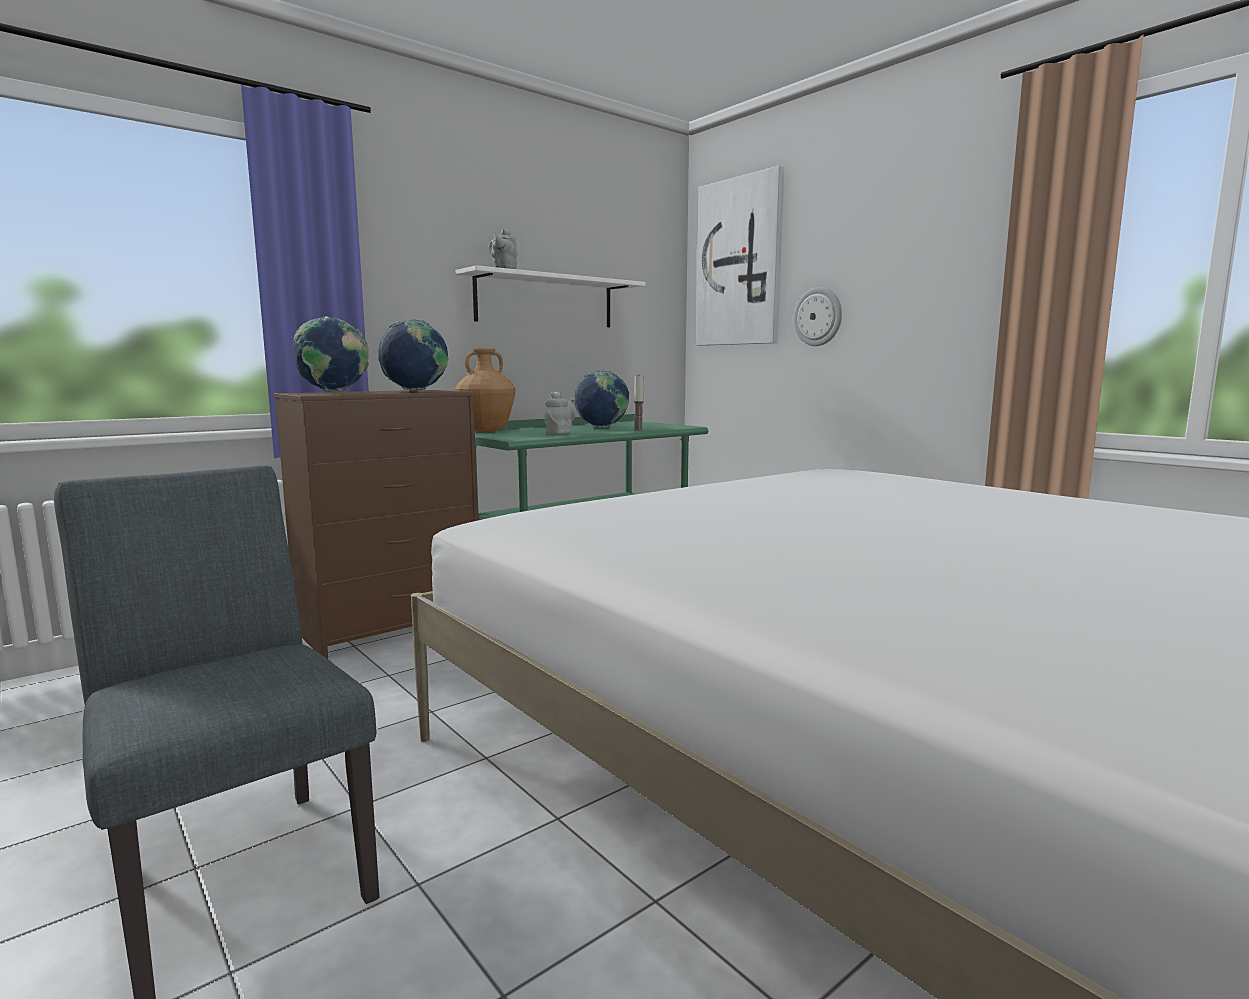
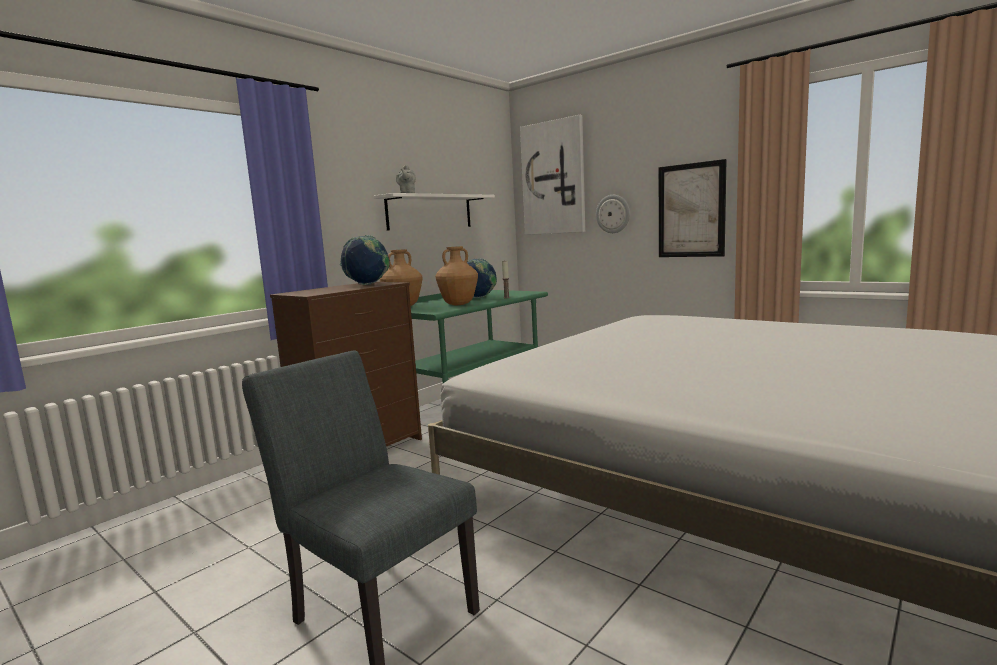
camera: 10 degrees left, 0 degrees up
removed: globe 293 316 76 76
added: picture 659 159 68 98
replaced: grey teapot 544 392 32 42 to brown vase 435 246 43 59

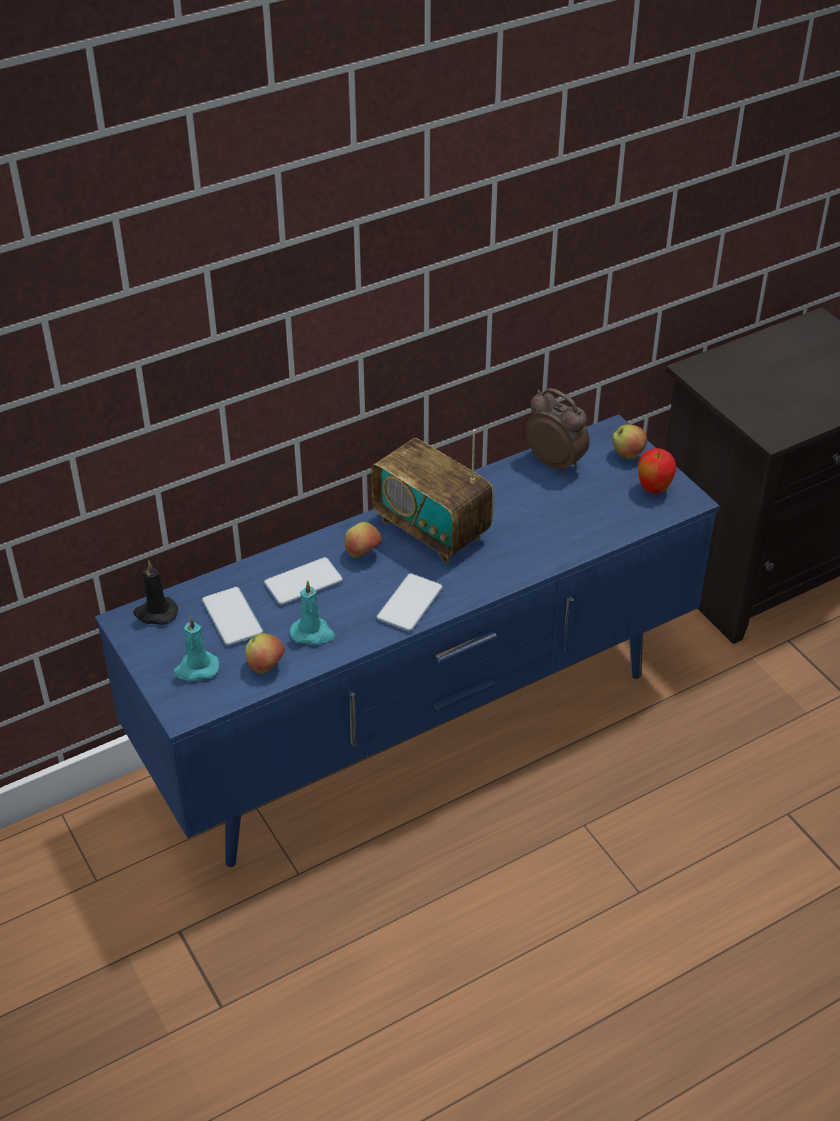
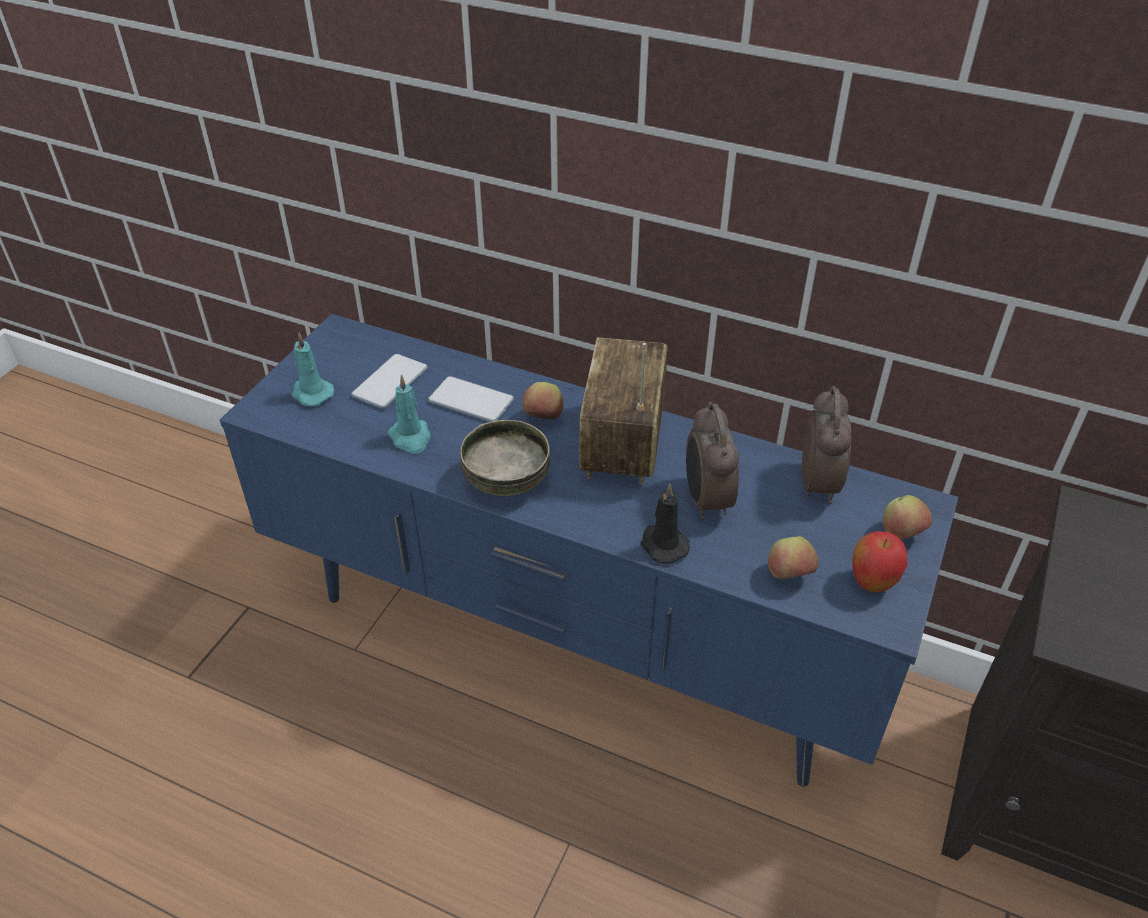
camera: 55 degrees right, 0 degrees up
added: alarm clock 686 402 53 118
moved: black candle 133 561 45 64 to 641 483 49 81; apple 245 633 40 41 to 768 536 50 43
replaced: phone 376 573 67 59 to bowl 460 420 90 76

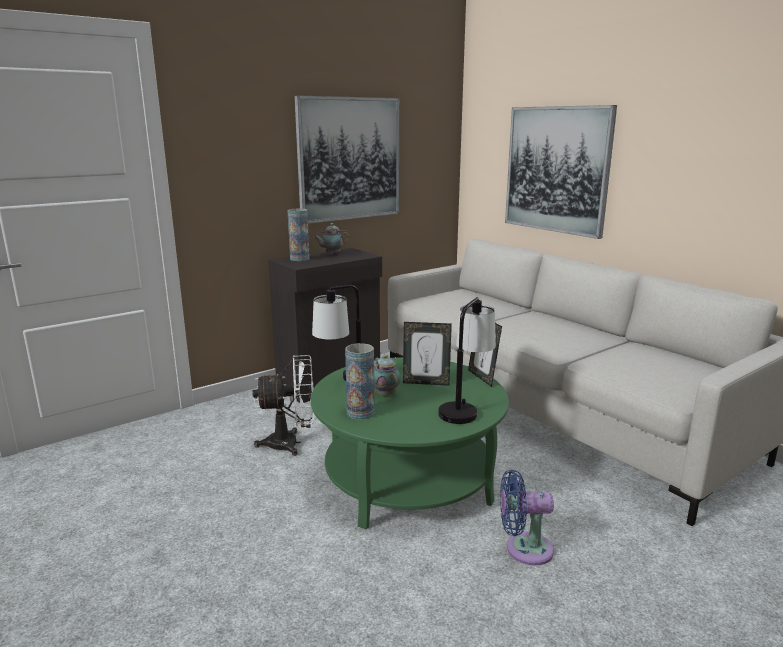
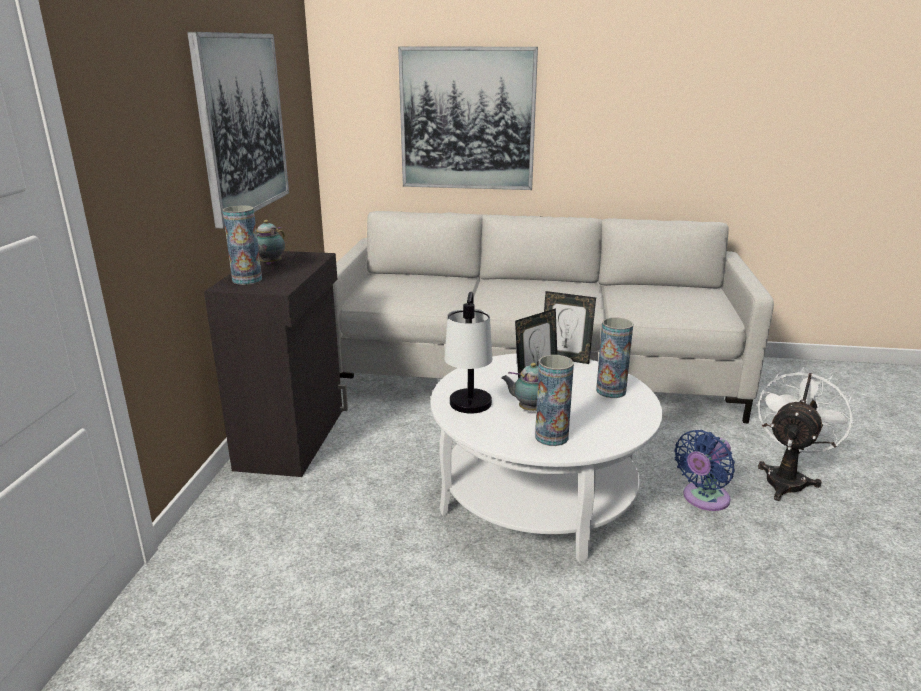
camera: 45 degrees left, 5 degrees up
moved: white fan 252 355 62 101 to 758 367 96 134
replaced: table lamp 438 297 58 127 to vase 596 317 37 81
recoloured: green coffee table 311 357 198 172 to white coffee table 431 353 232 209

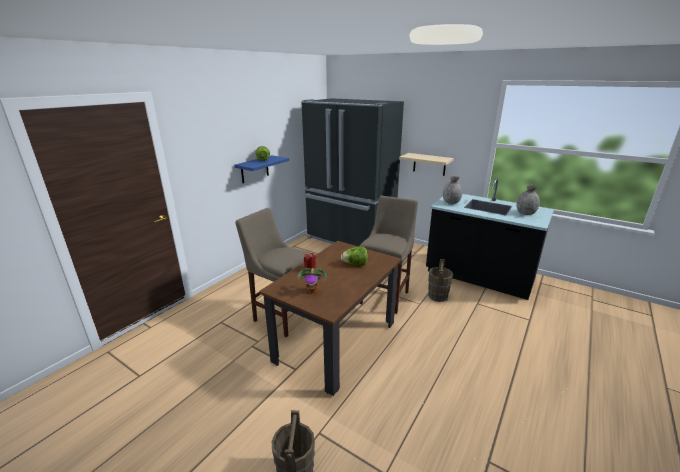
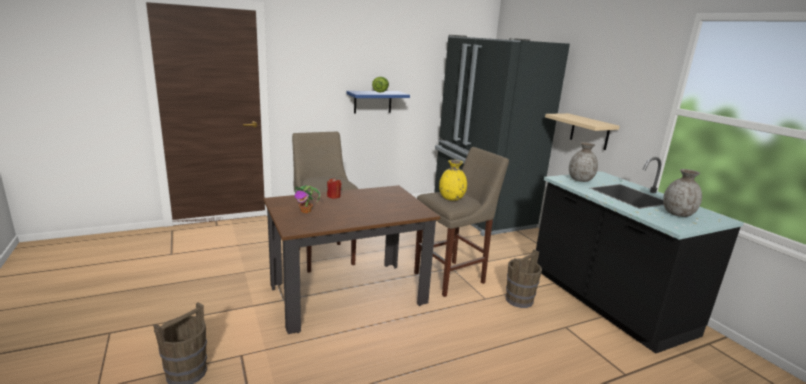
camera: 30 degrees right, 5 degrees down
removed: lettuce 341 246 27 19
added: yellow vase 439 160 28 41

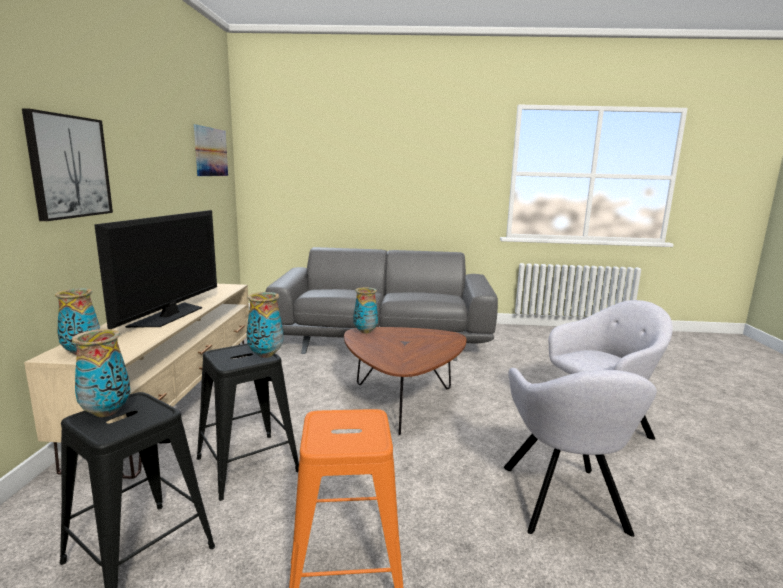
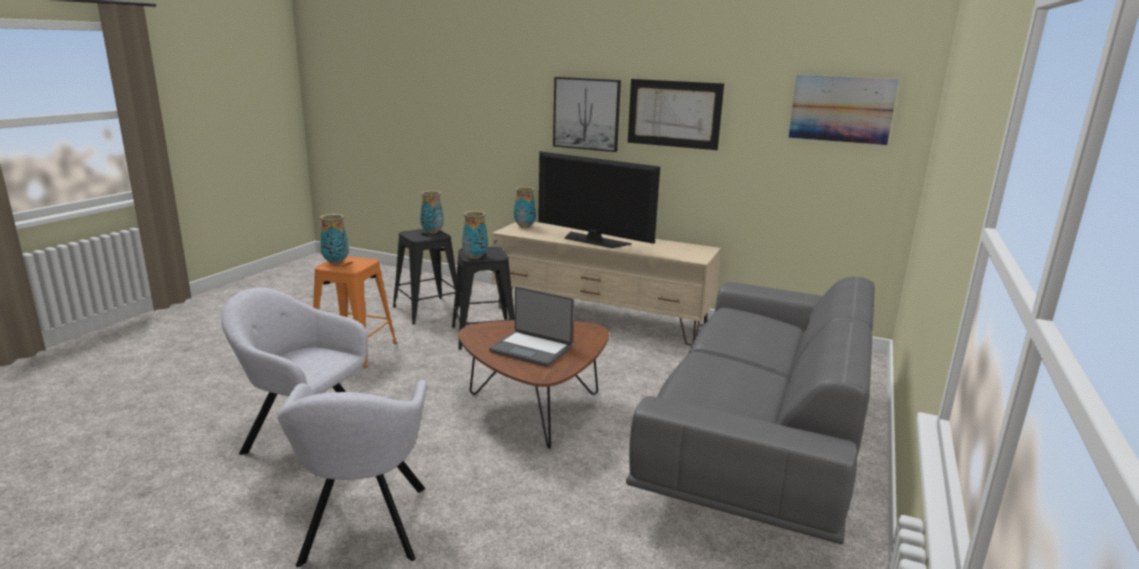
camera: 110 degrees right, 5 degrees up
added: picture 628 79 96 71; laptop 489 286 85 81
moved: vase 353 287 25 46 to 320 214 29 50

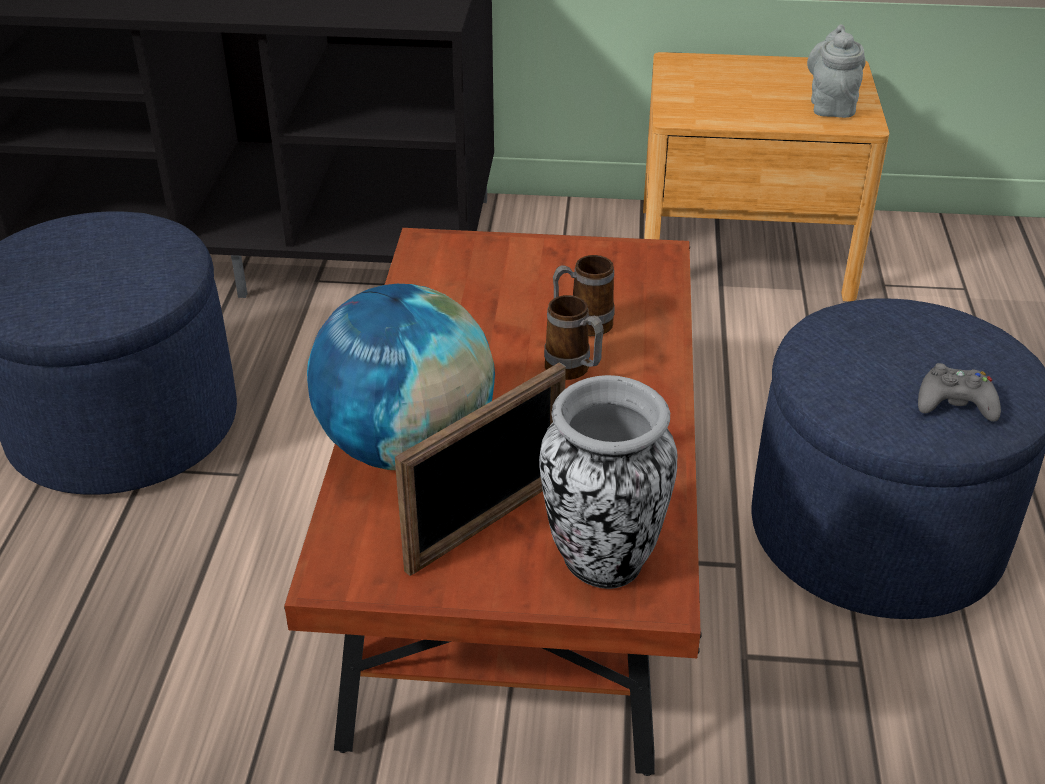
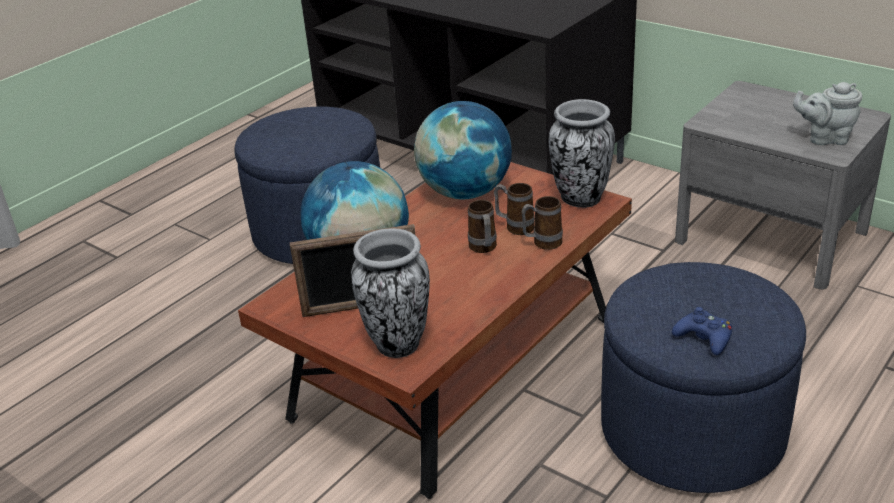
camera: 35 degrees right, 5 degrees down
added: vase 549 99 66 109; globe 414 101 98 99; mug 521 196 42 54
recoloured: brown nightstand 643 52 246 249 to grey nightstand 675 81 216 208; grey game controller 918 363 83 59 to blue game controller 672 307 60 48
turned: grey teapot 807 24 58 94 = 793 82 69 63 120 degrees counterclockwise

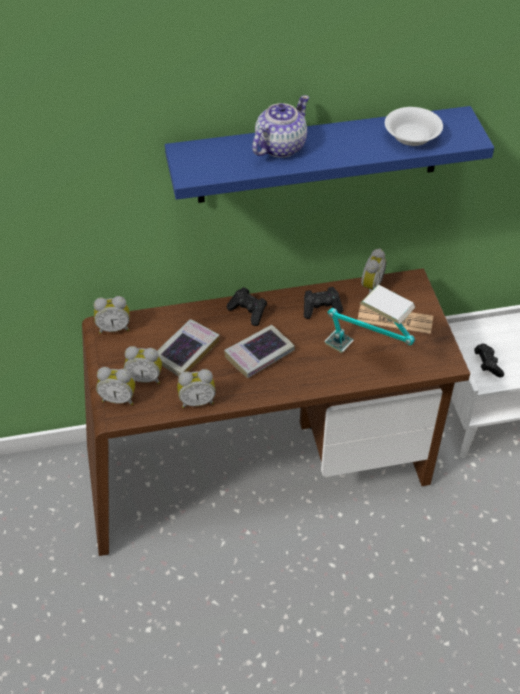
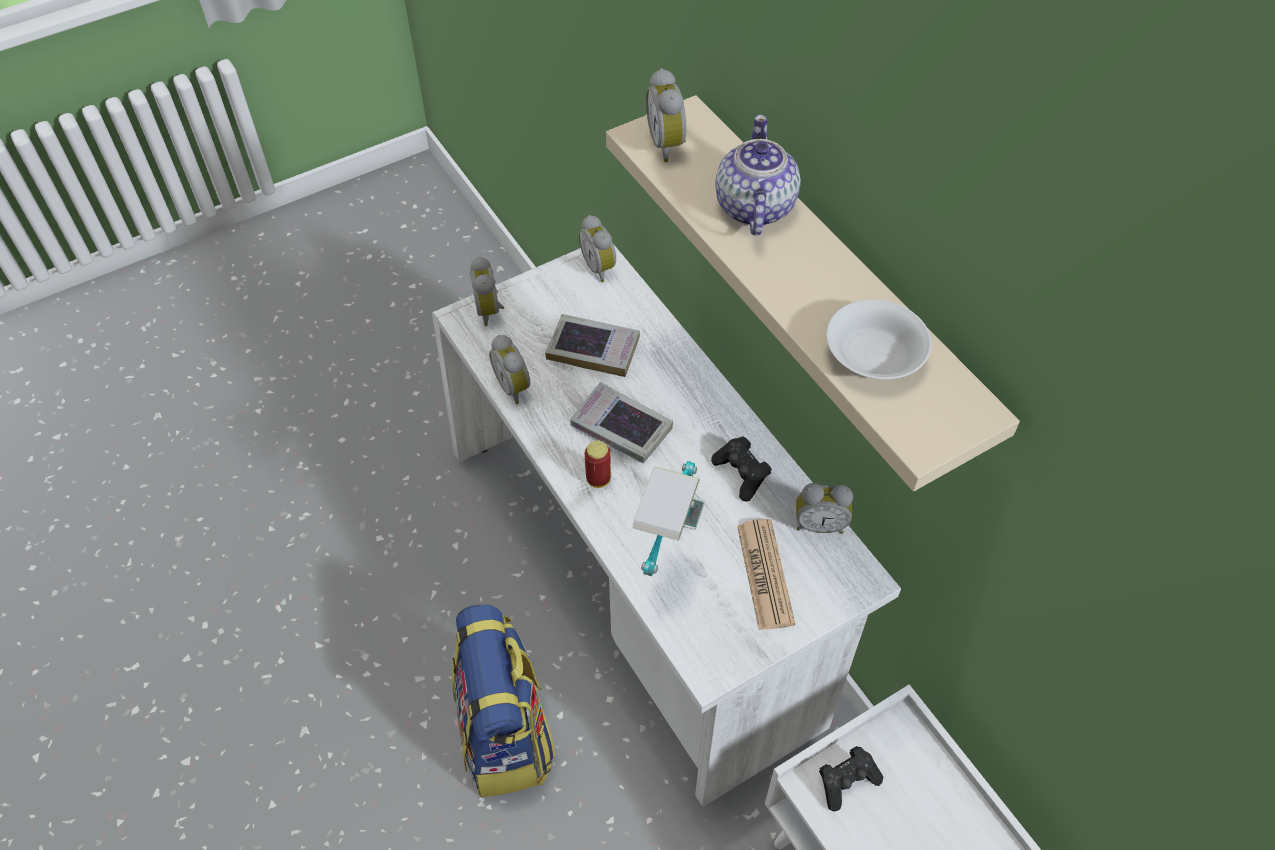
camera: 70 degrees right, 5 degrees up
removed: black game controller 227 287 40 39
added: can 585 441 26 47; backpack 452 604 103 193
moved: alarm clock 124 346 38 38 to 646 68 40 94
recoloured: blue shelf 165 106 329 97 to beige shelf 606 95 414 396; brown desk 82 268 388 288 to white desk 432 244 469 563
turned: teapot 252 95 57 63 = 715 115 86 121 105 degrees counterclockwise

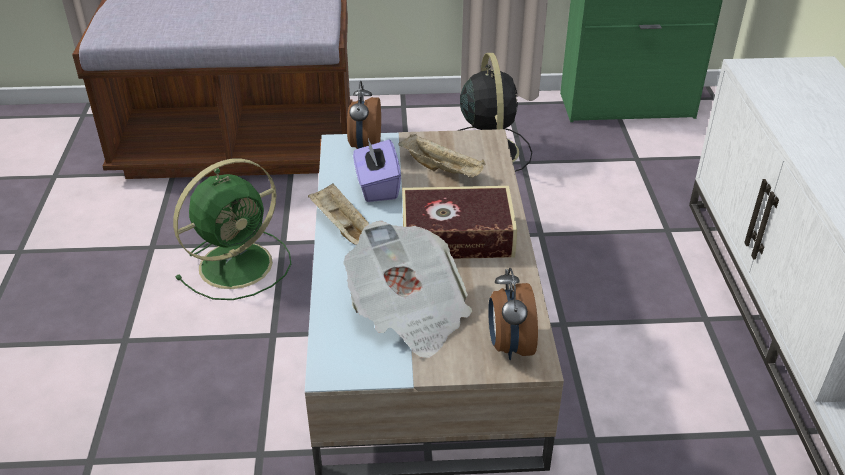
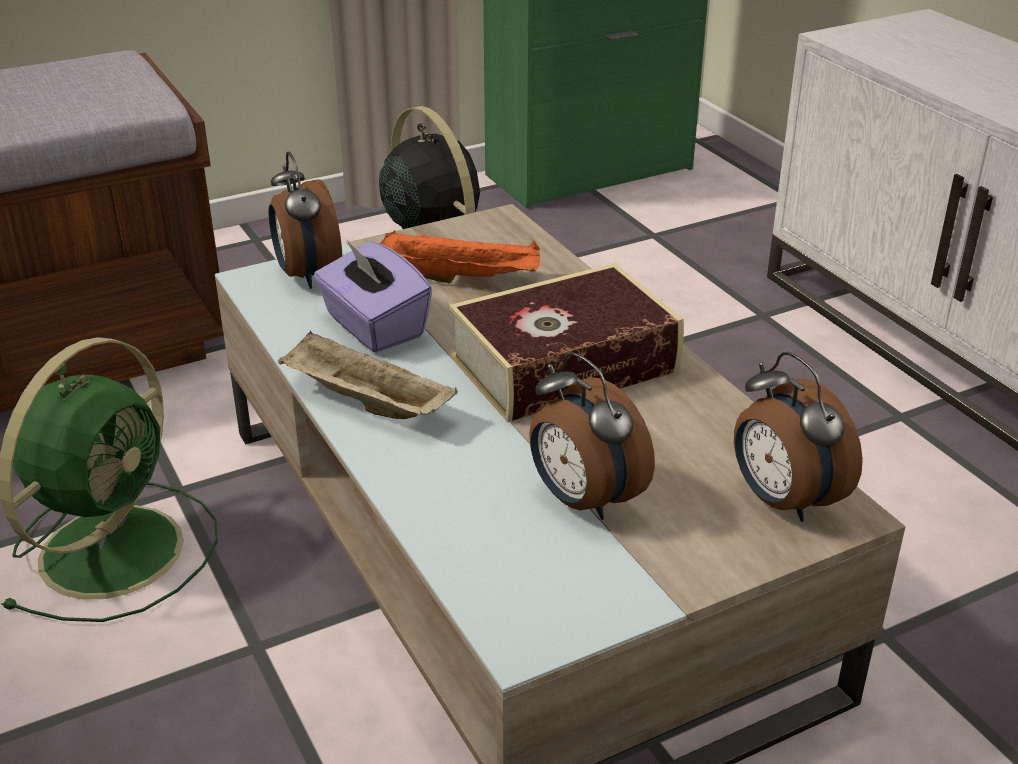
camera: 25 degrees left, 5 degrees down
replaced: newspaper 343 221 129 137 to alarm clock 529 352 126 168
recoloured: beige tray 398 134 88 44 to orange tray 380 231 160 52

